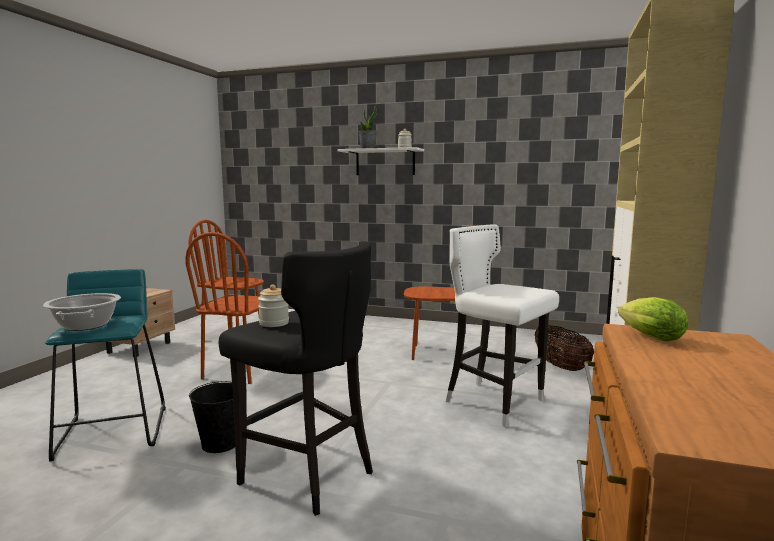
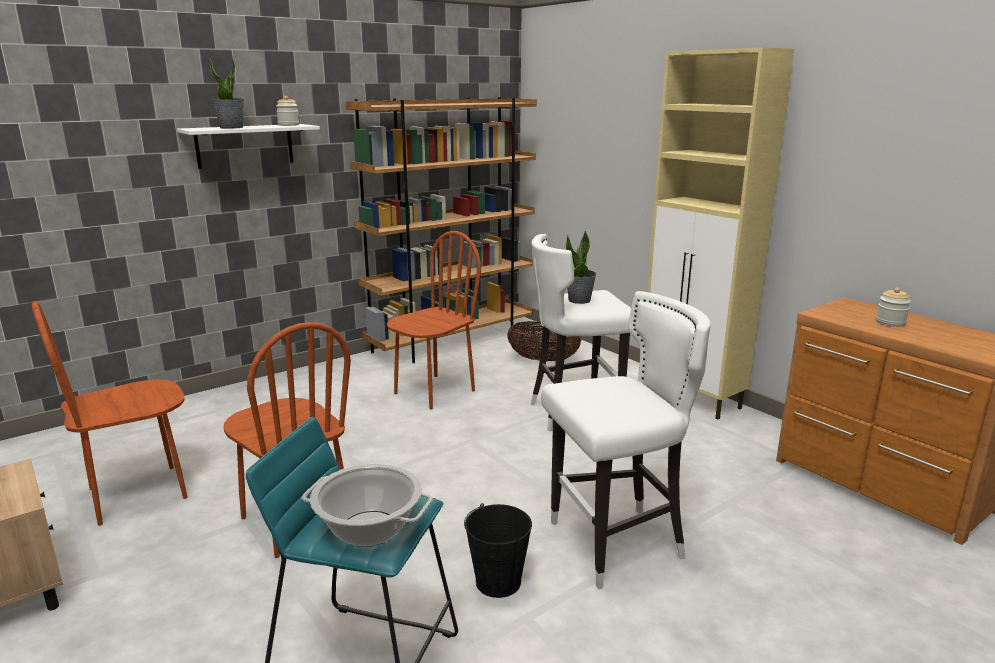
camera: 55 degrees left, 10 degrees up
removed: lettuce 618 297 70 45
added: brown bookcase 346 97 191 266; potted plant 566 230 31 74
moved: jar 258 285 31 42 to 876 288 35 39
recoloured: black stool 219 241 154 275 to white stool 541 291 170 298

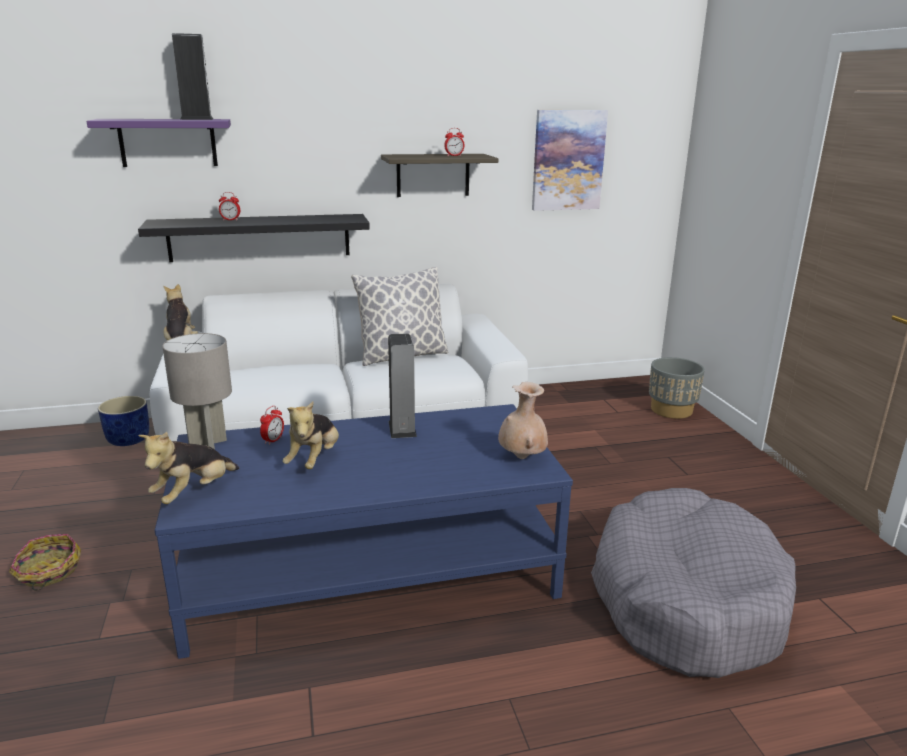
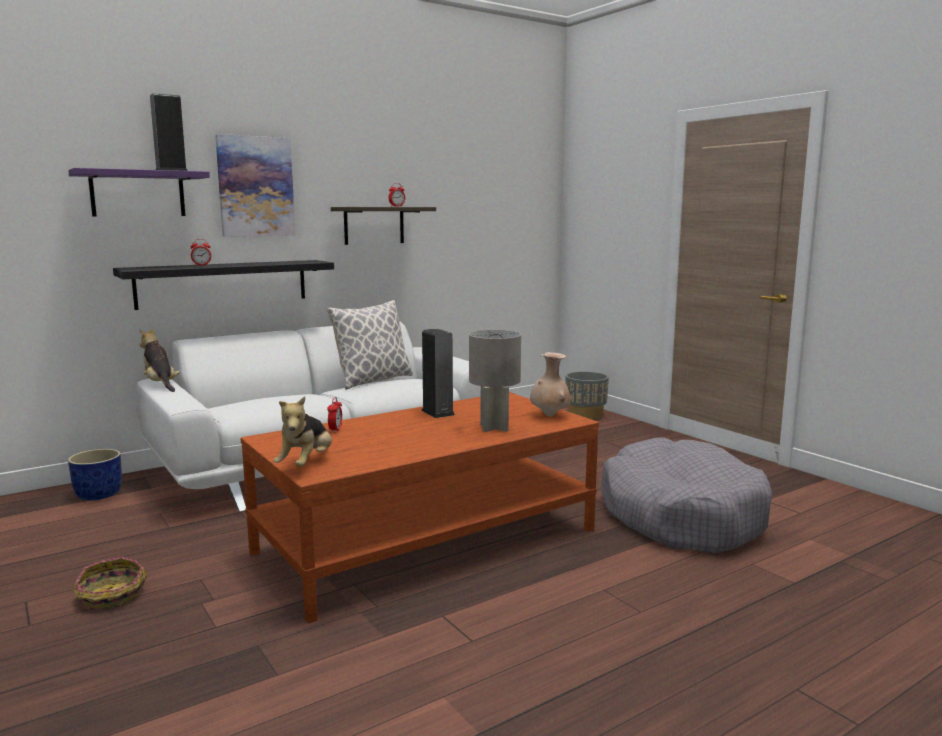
camera: 20 degrees left, 10 degrees down
removed: plush toy 282 402 57 67
moved: picture 532 110 76 101 to 215 134 80 103; grey table lamp 162 333 70 116 to 469 330 52 102
recoloured: blue coffee table 155 404 418 255 to brown coffee table 241 392 358 231

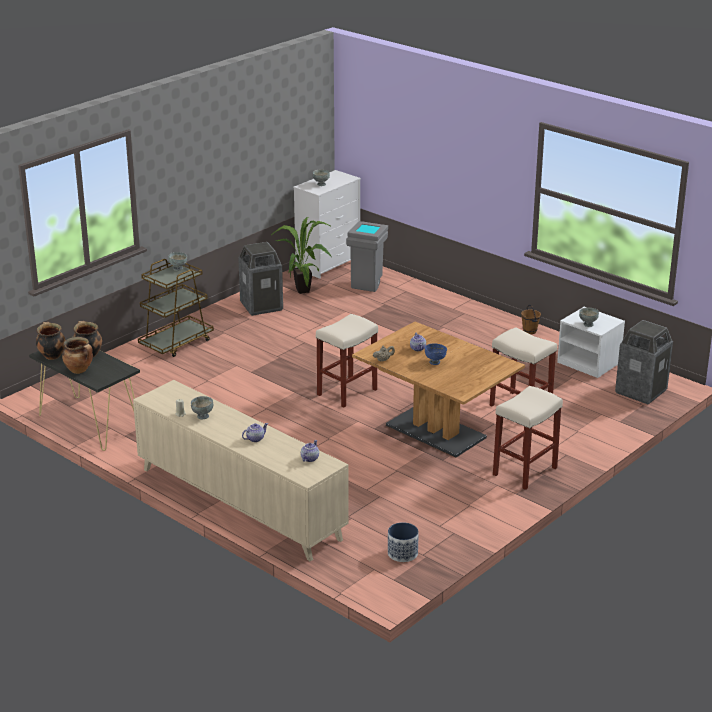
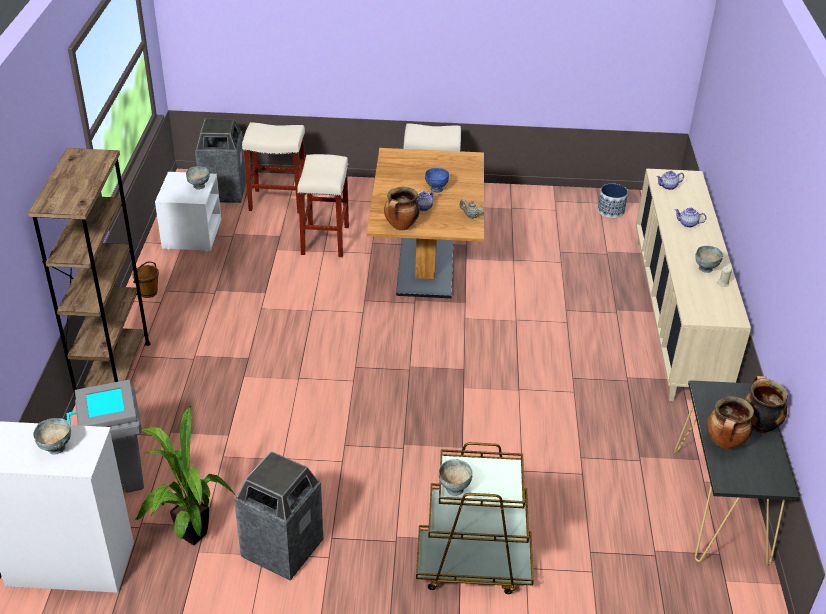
camera: 130 degrees left, 10 degrees up
added: brown bookcase 28 148 123 251
moved: beige stool 316 314 62 93 to 242 122 64 92; cooking pot 36 322 29 38 to 384 187 36 44

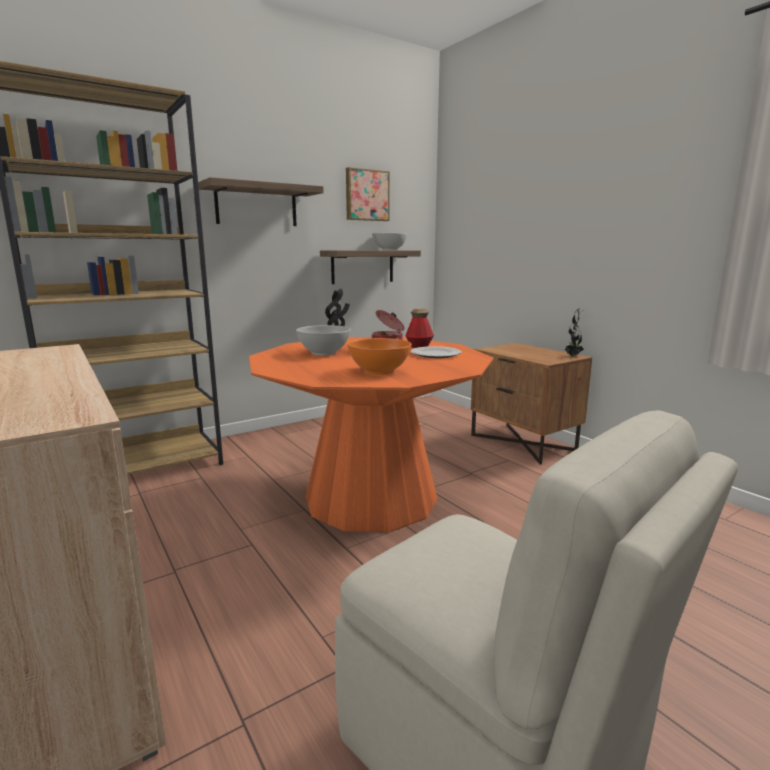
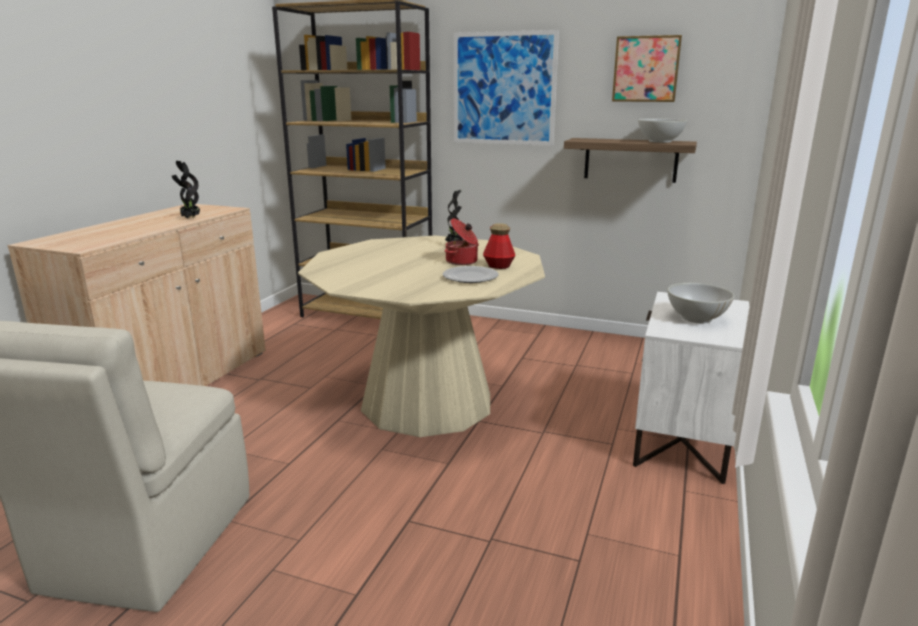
camera: 55 degrees right, 5 degrees up
removed: orange bowl 347 338 65 37
moved: potted plant 565 308 19 48 to 172 161 28 58; white bowl 296 325 55 30 to 667 283 67 40
replaced: shelf 198 177 126 49 to picture 454 30 105 116
recoloured: orange dining table 249 337 244 195 to beige dining table 298 236 247 201; brown nightstand 471 343 121 121 to white nightstand 633 292 116 192

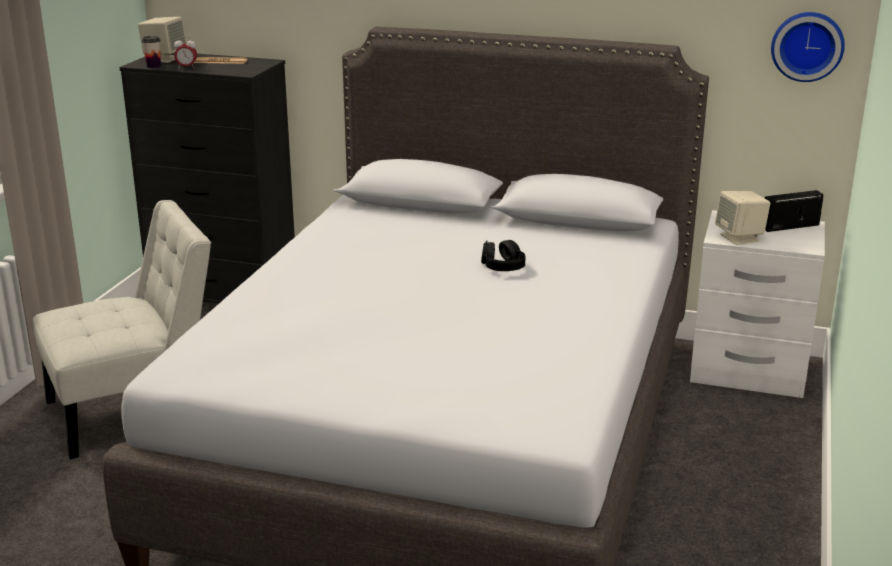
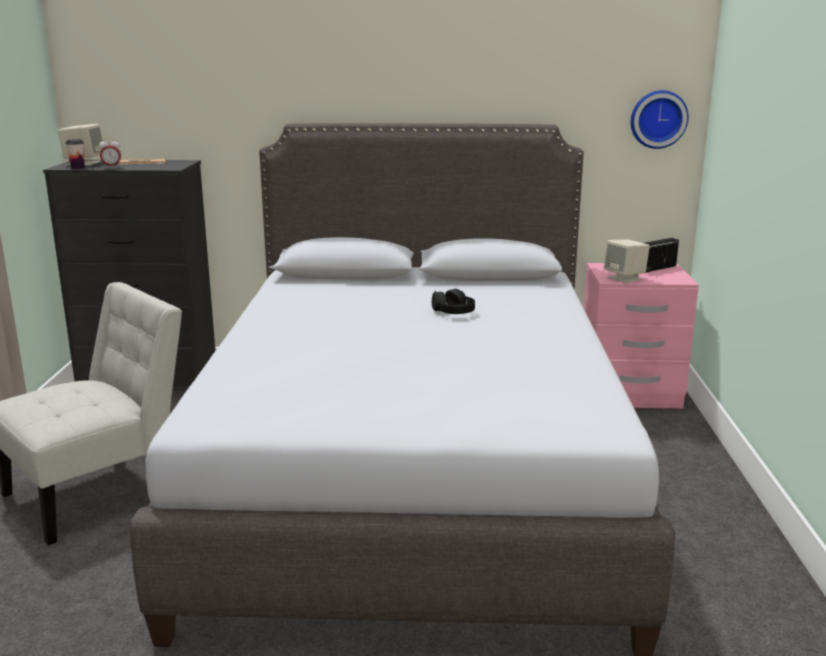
camera: 15 degrees left, 5 degrees down
recoloured: white nightstand 690 210 135 188 to pink nightstand 584 263 115 146

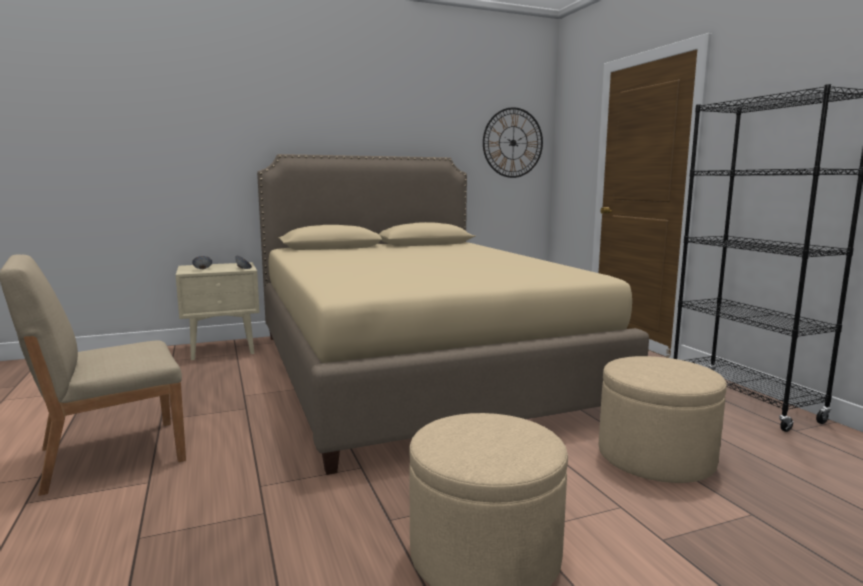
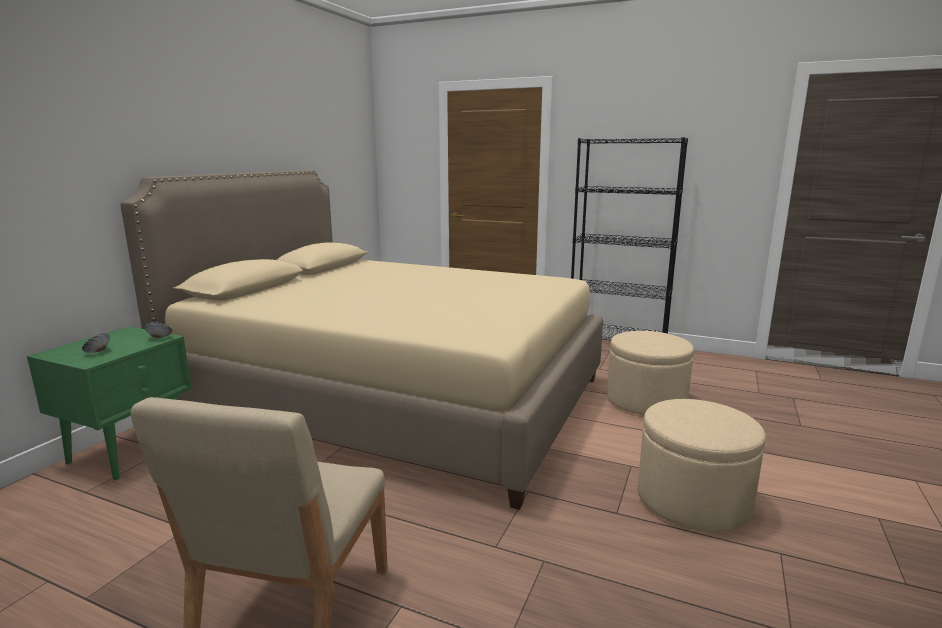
camera: 45 degrees left, 5 degrees up
removed: wall clock 483 107 60 71
recoloured: beige nightstand 176 262 84 98 to green nightstand 27 326 165 155

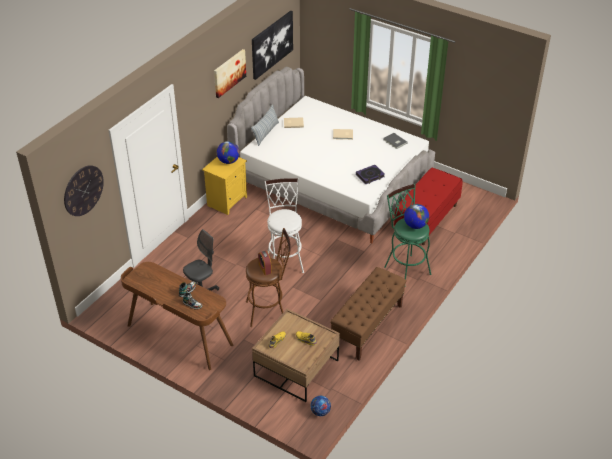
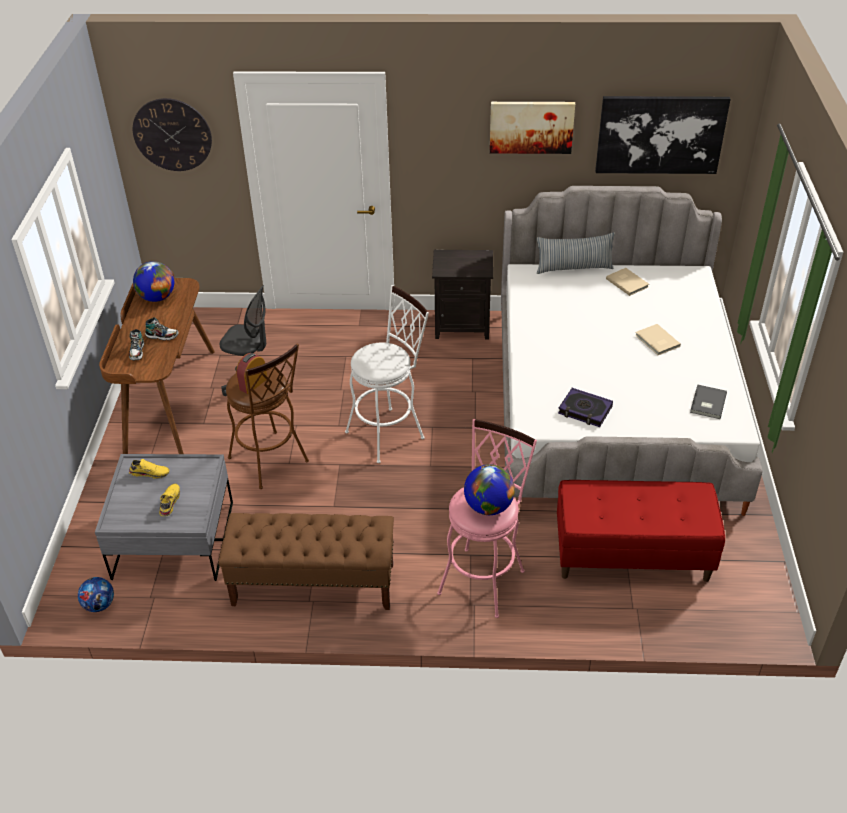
camera: 60 degrees right, 0 degrees up
moved: globe 217 141 23 23 to 133 261 41 41
recoloured: yellow nightstand 202 157 45 58 to black nightstand 432 250 61 90; green stool 384 184 47 95 to pink stool 437 419 100 199; brown coffee table 252 309 88 93 to grey coffee table 95 454 138 127

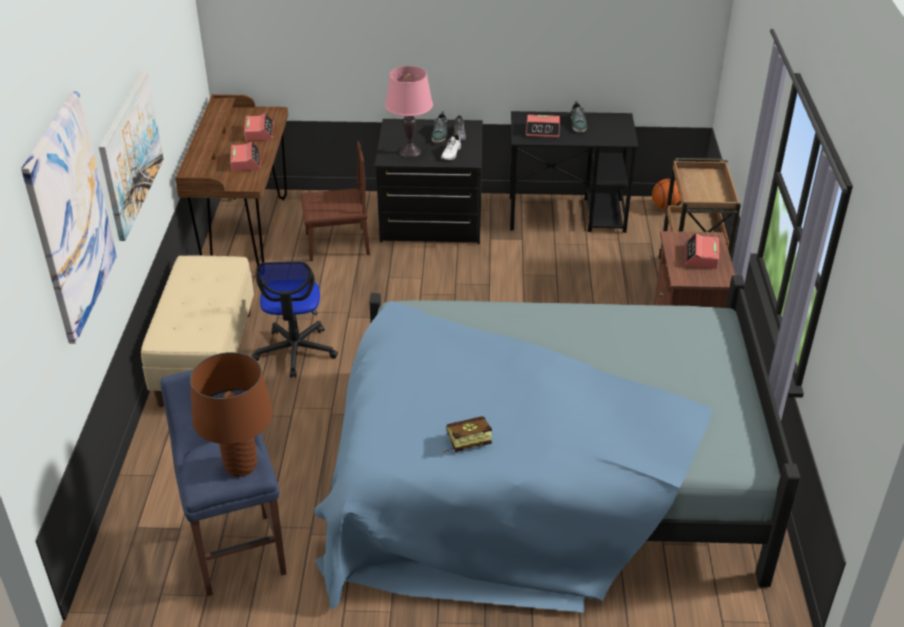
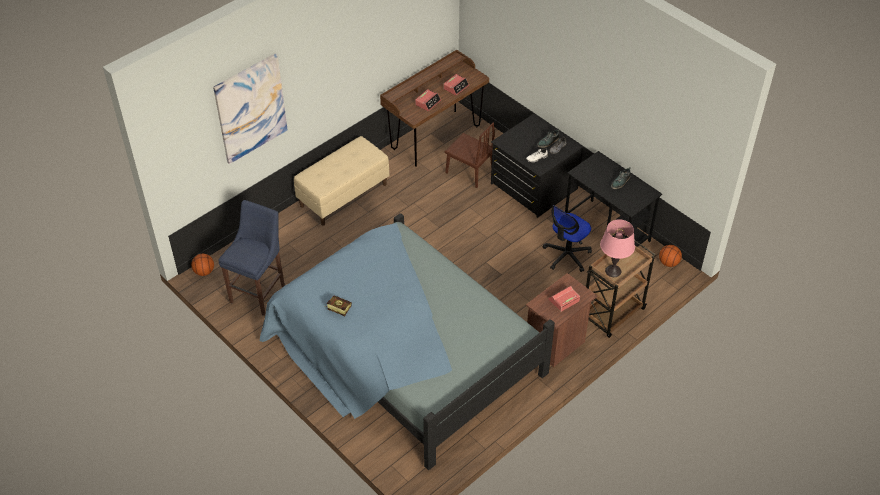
camera: 45 degrees right, 10 degrees up
removed: picture 99 71 65 170; alarm clock 526 115 34 23; brown table lamp 190 352 83 125
added: basketball 191 254 23 22
moved: pink table lamp 385 66 48 92 to 600 219 35 58; office chair 252 261 86 117 to 543 205 49 67

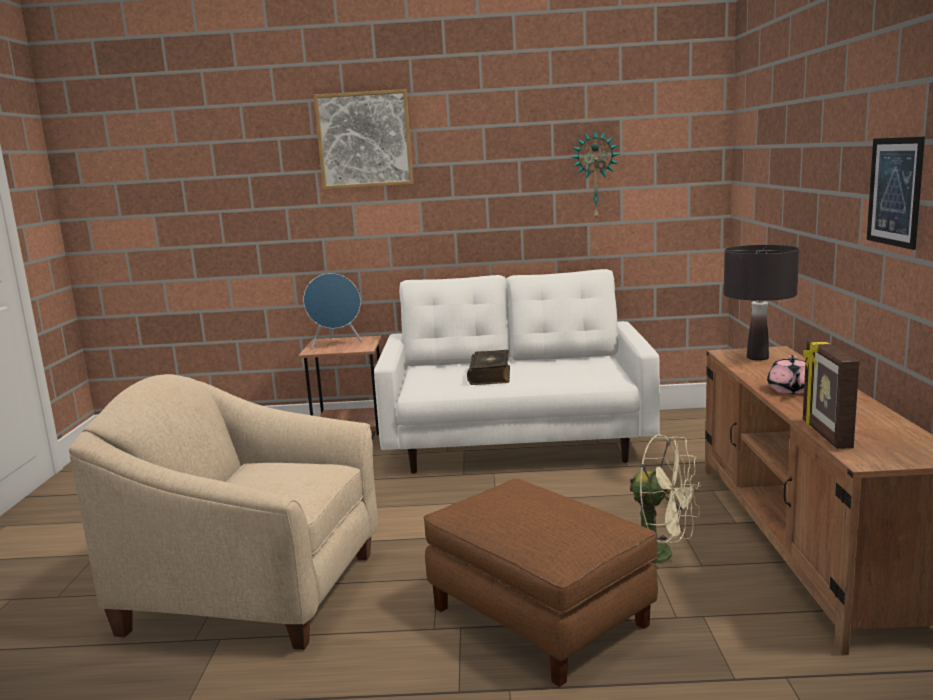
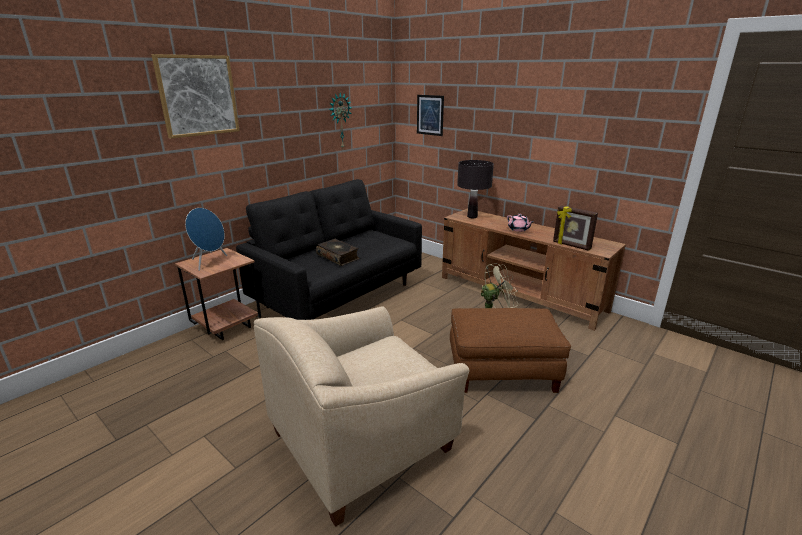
camera: 50 degrees left, 10 degrees up
moved: picture 867 137 58 113 to 417 95 27 41
recoloured: white sofa 374 269 286 204 to black sofa 236 179 186 141

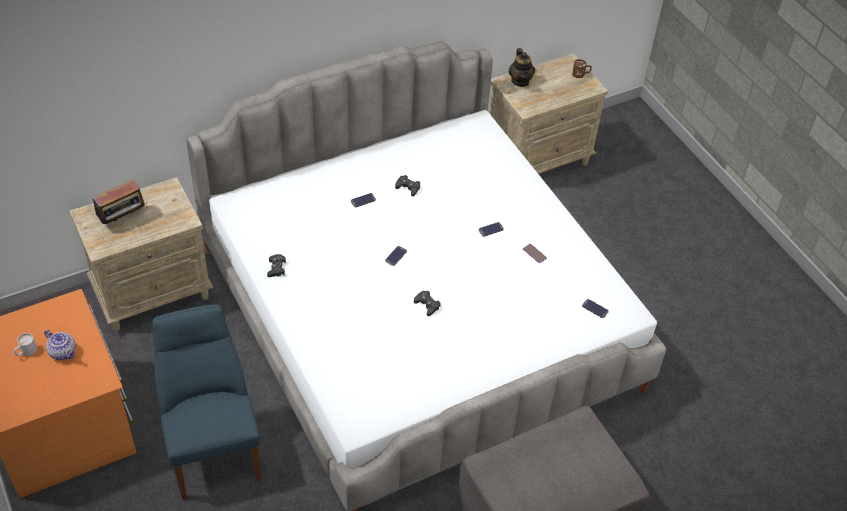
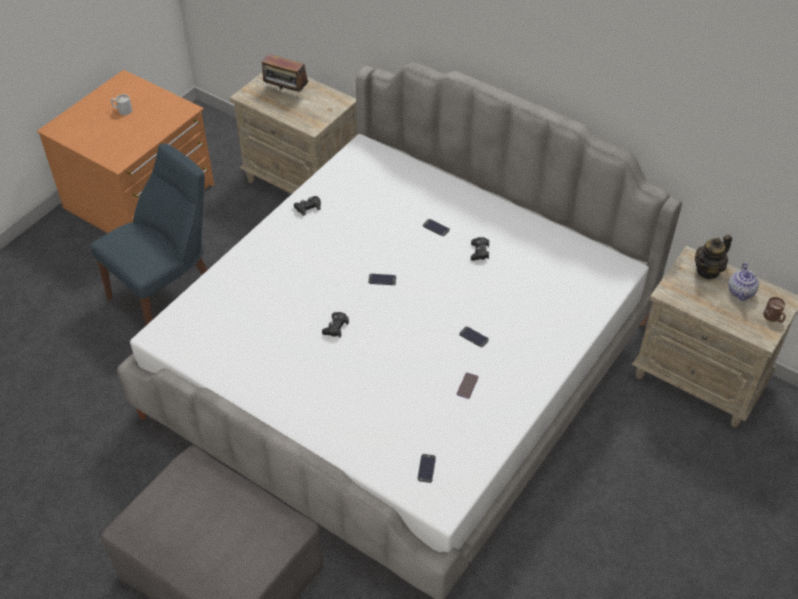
camera: 65 degrees right, 0 degrees up
moved: teapot 44 329 32 31 to 728 263 31 38

